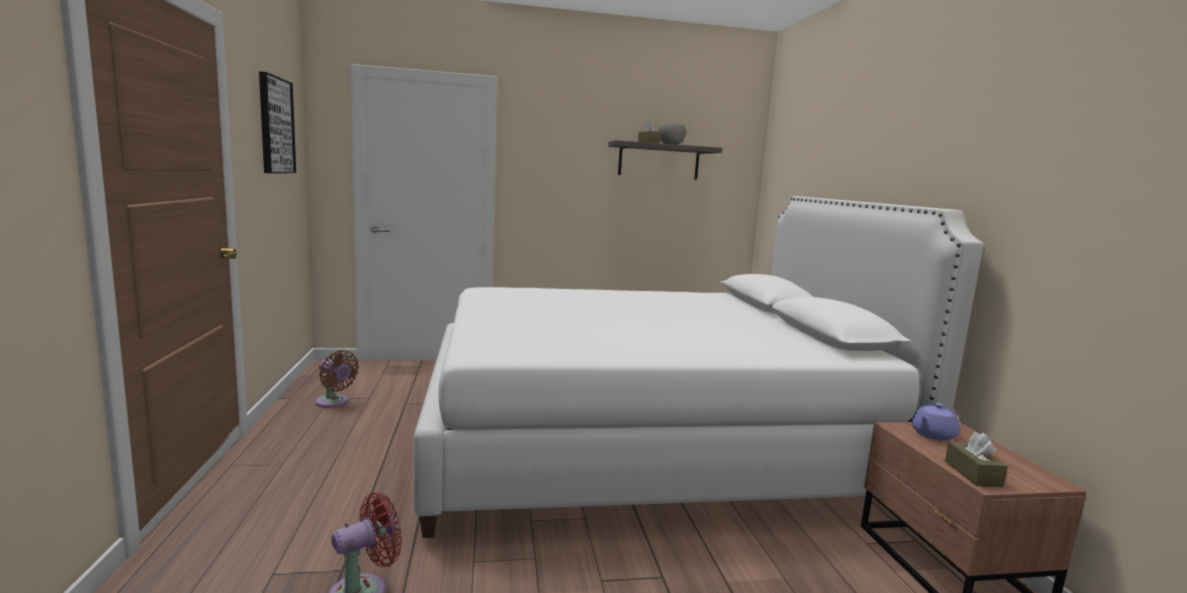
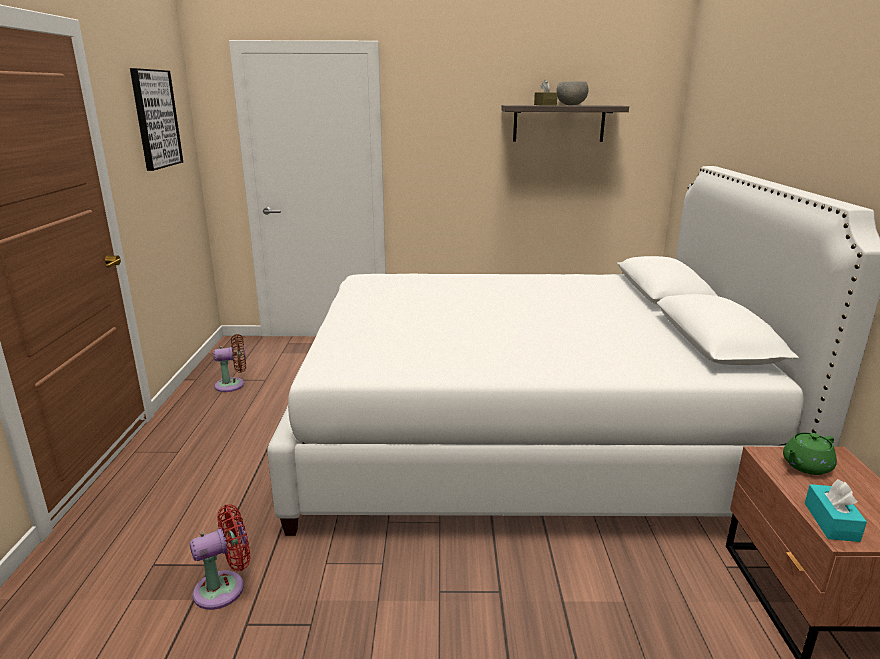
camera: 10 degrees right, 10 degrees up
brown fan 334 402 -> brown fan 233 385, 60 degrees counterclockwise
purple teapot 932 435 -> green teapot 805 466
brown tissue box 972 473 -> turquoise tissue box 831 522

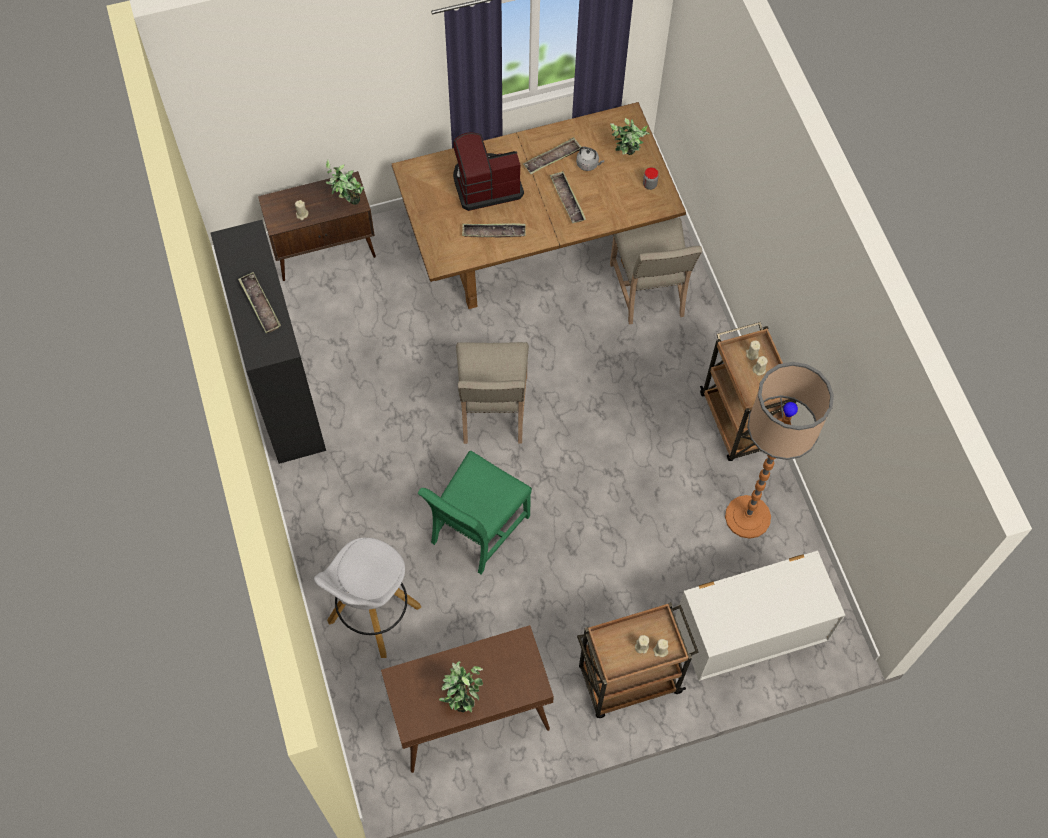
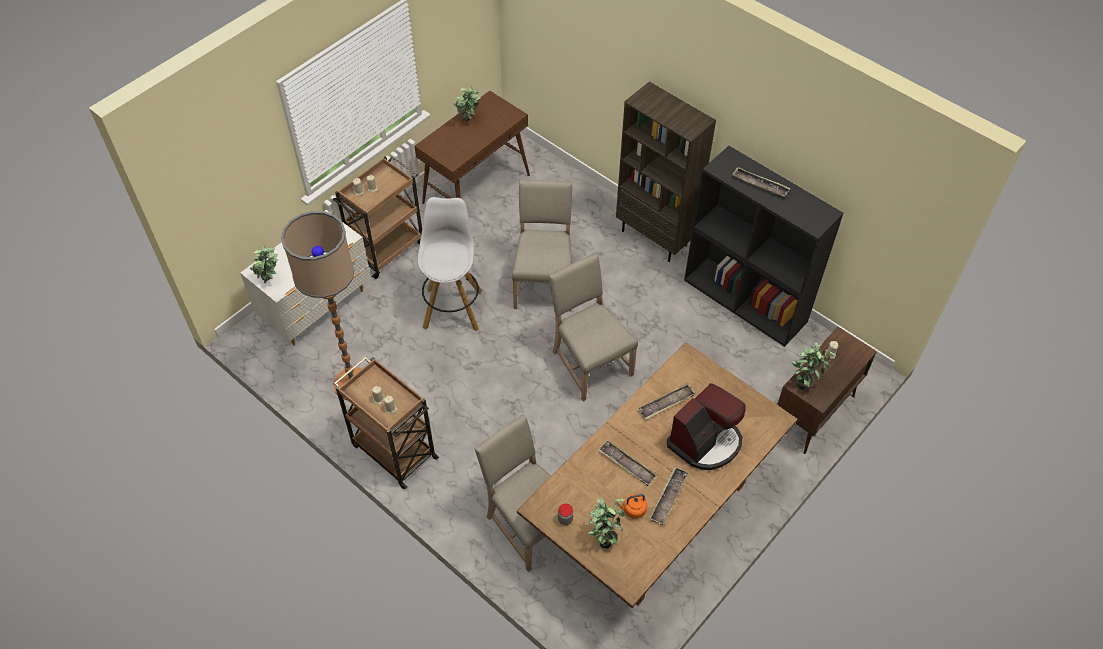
camera: 150 degrees right, 10 degrees down
grey kettle 588 164 -> orange kettle 633 510
green chair 476 530 -> beige chair 544 283
white stool 373 615 -> white stool 452 308, move
none -> brown bookcase 655 238
none -> potted plant 271 281

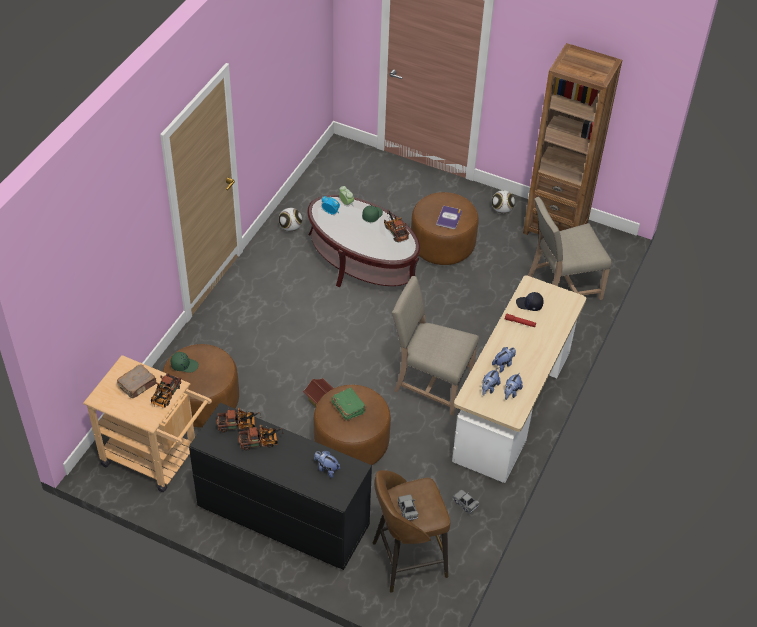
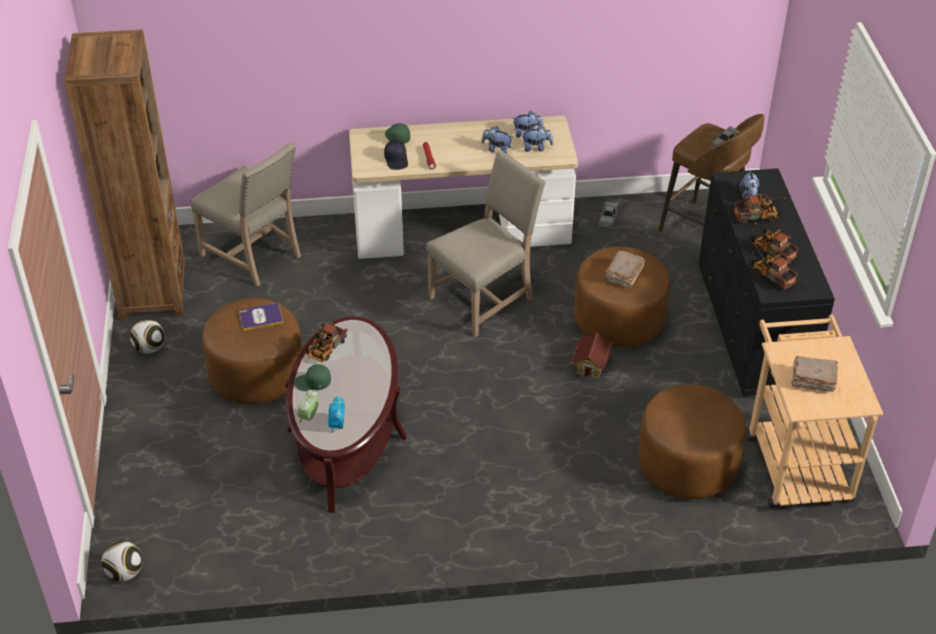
camera: 120 degrees left, 5 degrees down
football 290 227 -> football 125 573, move
beige chair 430 382 -> beige chair 485 298, 120 degrees counterclockwise
green cap 184 365 -> green cap 397 138, move
toy truck 165 396 -> toy truck 759 216, move
green book 348 407 -> brown book 623 275

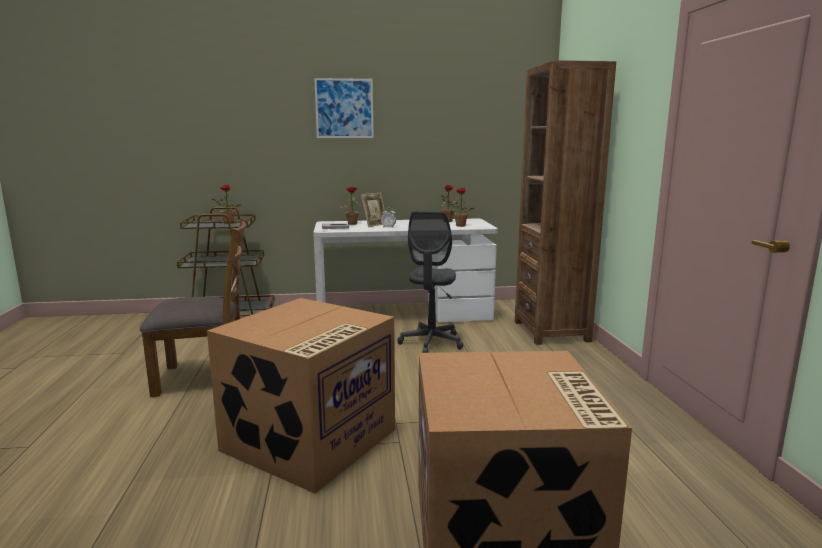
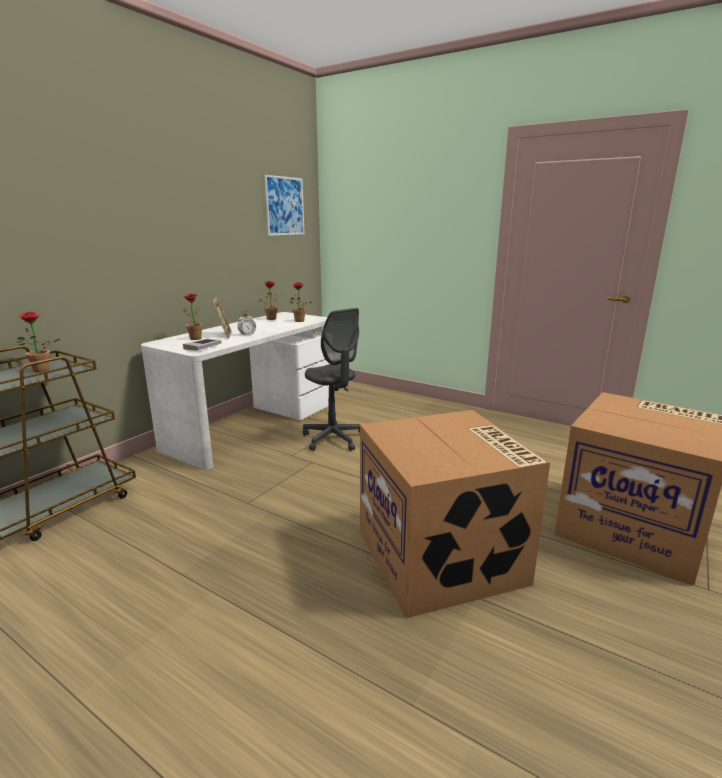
camera: 50 degrees left, 5 degrees up
brown bookcase 551 331 -> none
picture 344 108 -> picture 285 206, move
brown chair 205 377 -> none

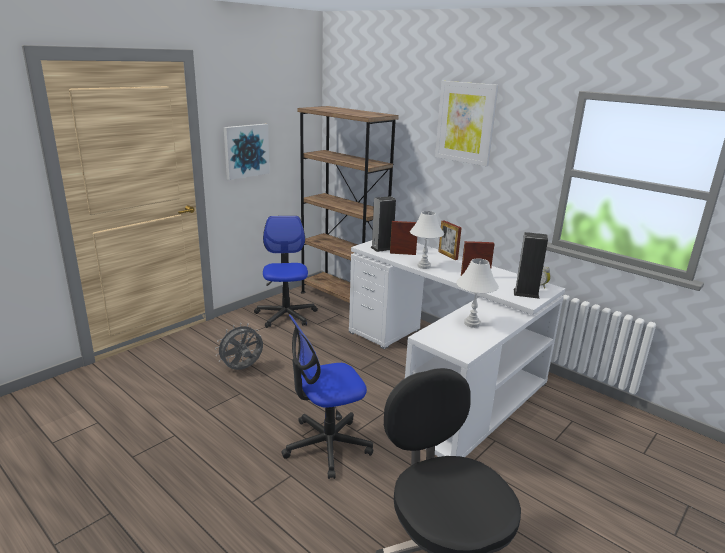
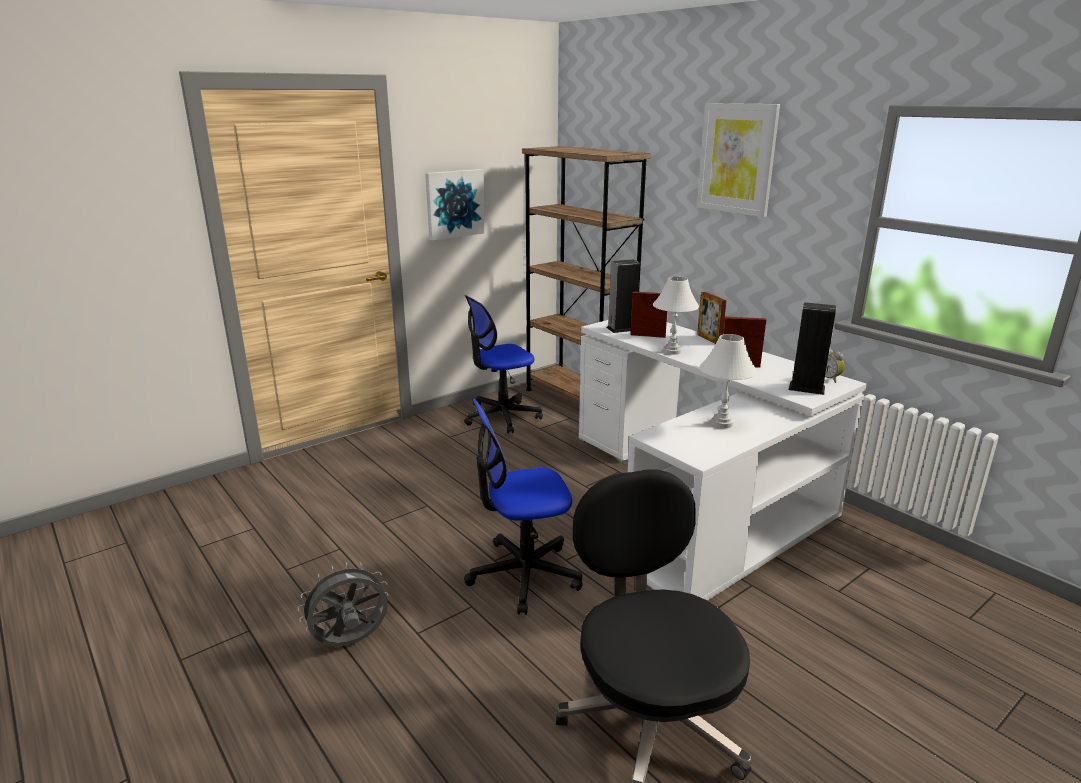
camera: 10 degrees right, 0 degrees up
office chair 286 315 -> office chair 502 416, 120 degrees counterclockwise
grey fan 242 369 -> grey fan 350 643, move

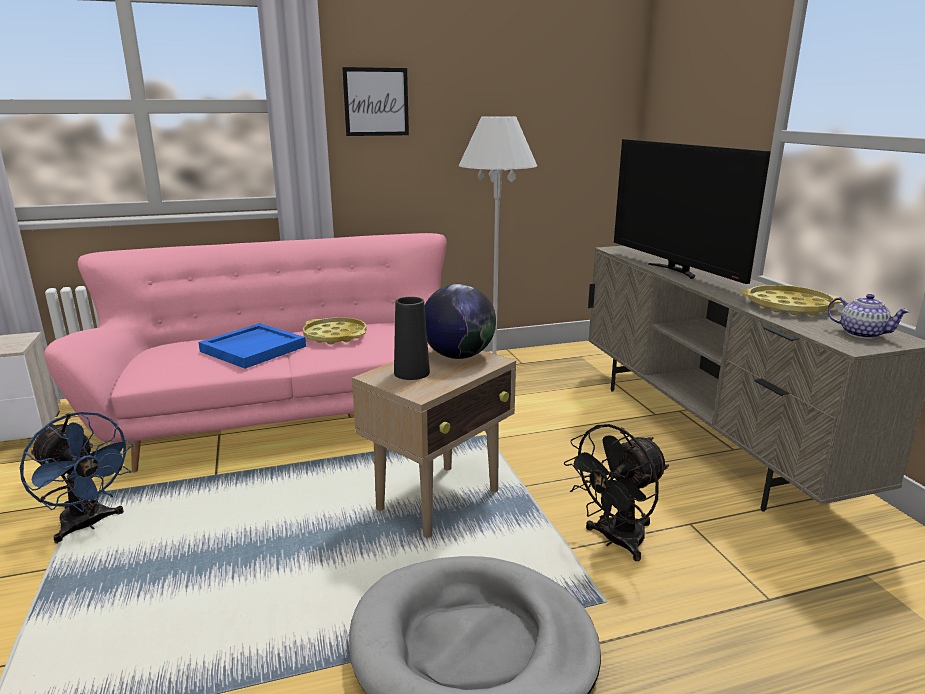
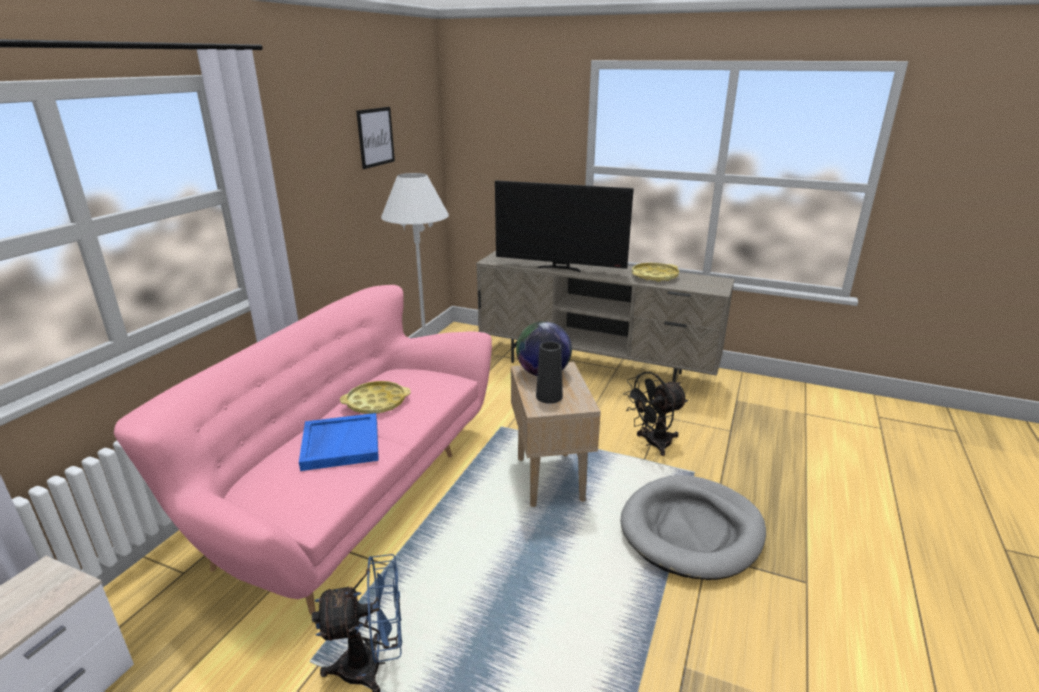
camera: 50 degrees left, 5 degrees up
picture 376 102 -> picture 375 137, move
teapot 861 333 -> none
black fan 615 541 -> black fan 652 444, 60 degrees clockwise

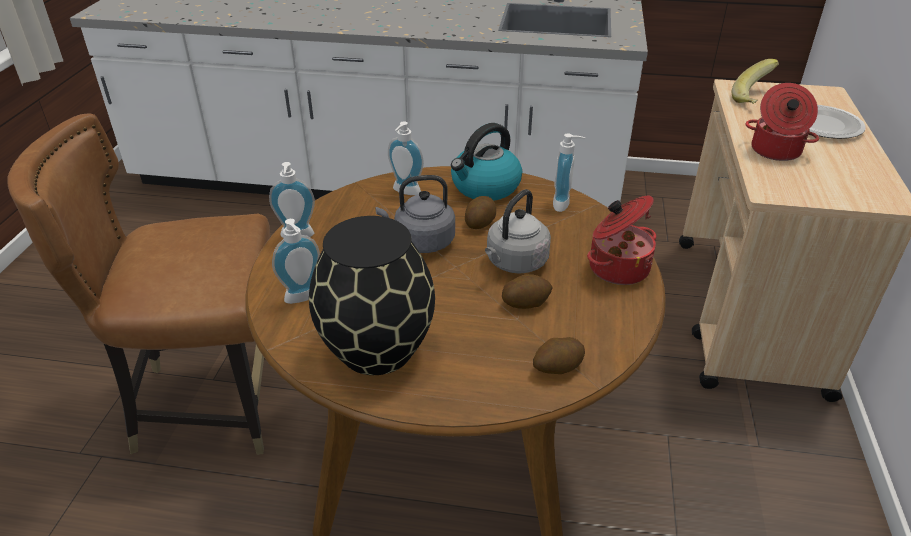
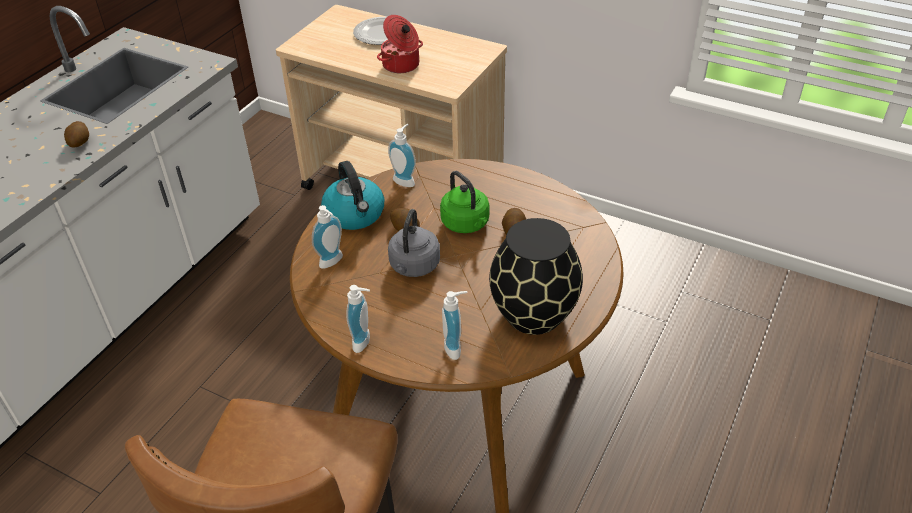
camera: 70 degrees left, 5 degrees up
banana 754 99 -> none
grey kettle 515 263 -> green kettle 466 224
cooking pot 617 267 -> none
potato 557 368 -> potato 80 143, move

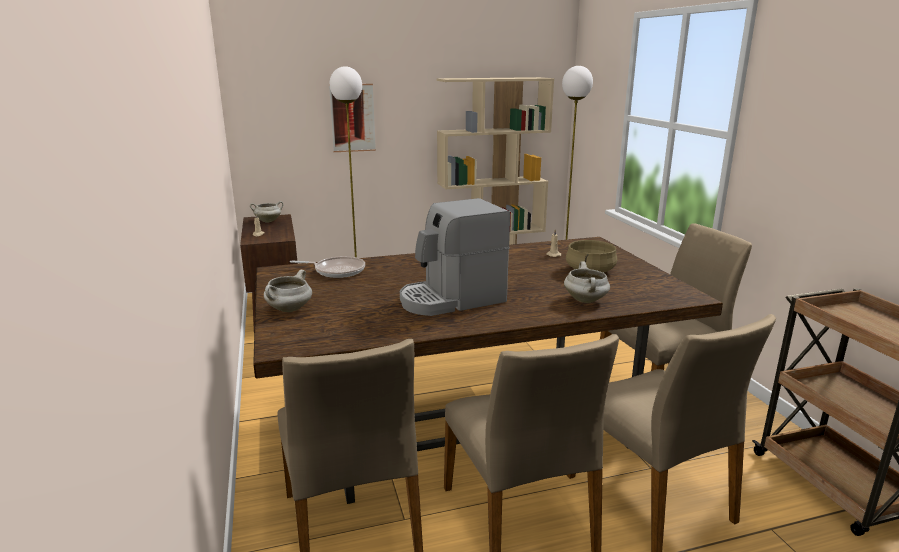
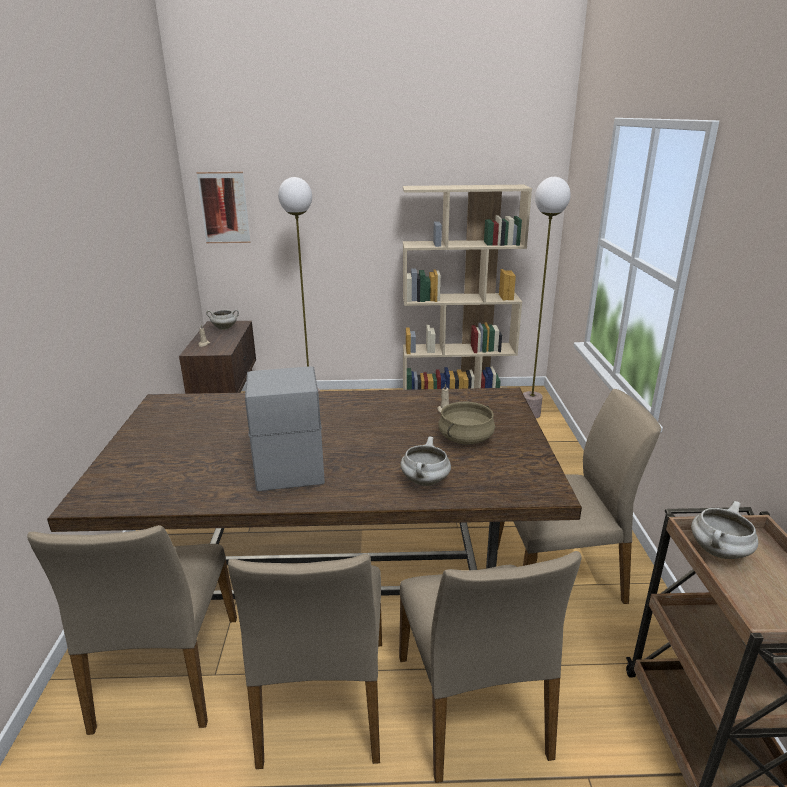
camera: 15 degrees right, 5 degrees up
picture 352 118 -> picture 224 208, move
coffee machine 451 299 -> coffee machine 289 461, 90 degrees clockwise
frying pan 337 271 -> none
white cooking pot 289 310 -> white cooking pot 719 552, move

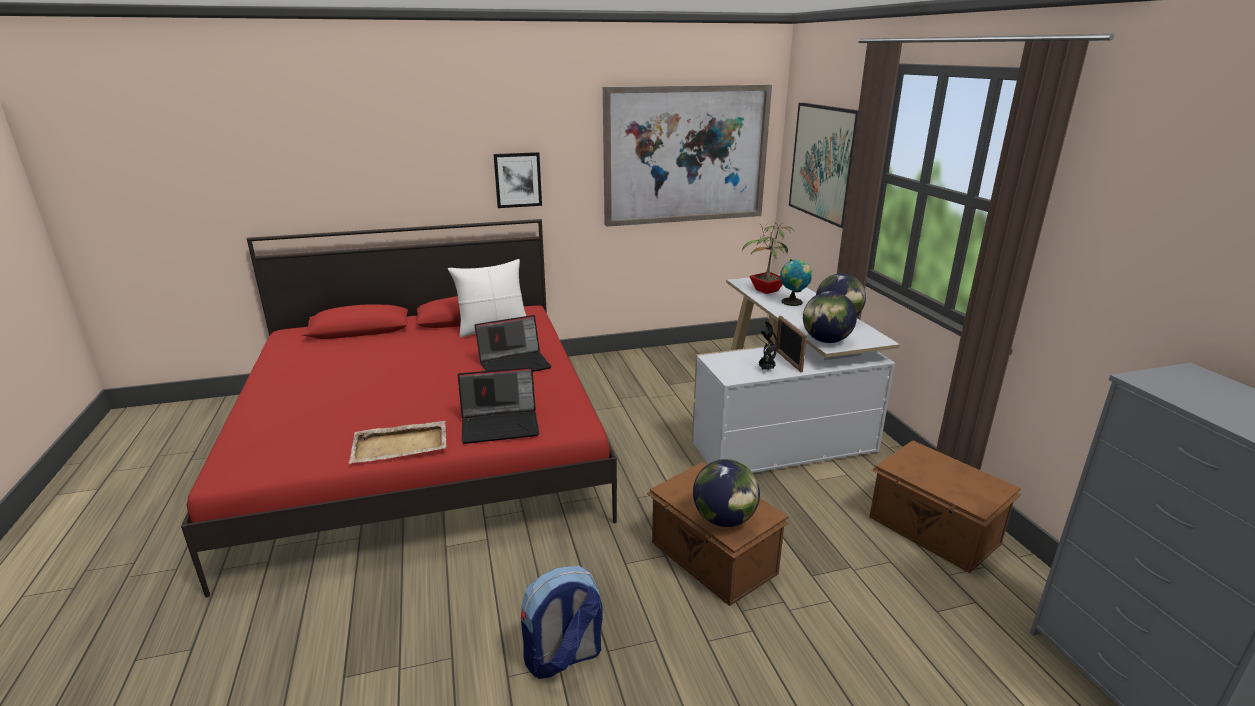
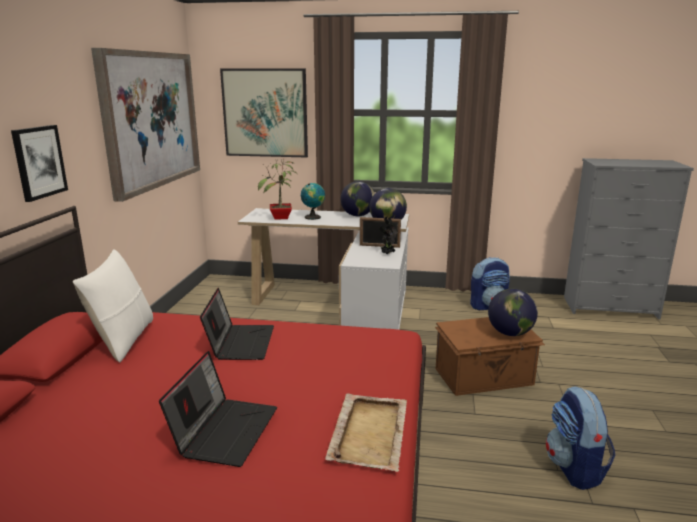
camera: 65 degrees left, 5 degrees down
laptop 501 425 -> laptop 224 430, move
brown storage box 933 531 -> backpack 488 306

